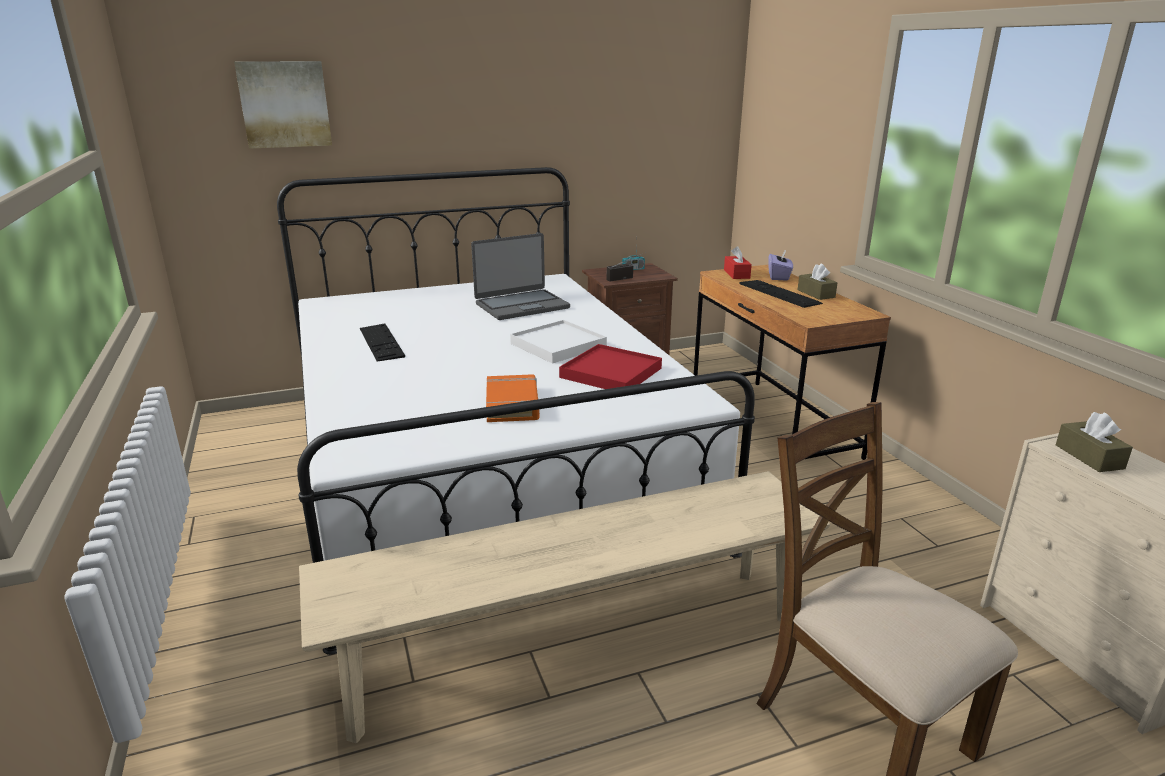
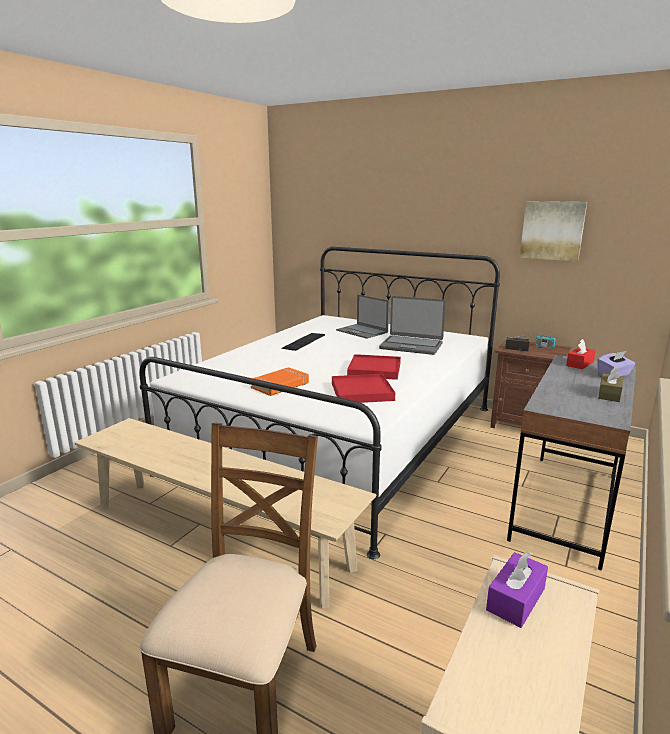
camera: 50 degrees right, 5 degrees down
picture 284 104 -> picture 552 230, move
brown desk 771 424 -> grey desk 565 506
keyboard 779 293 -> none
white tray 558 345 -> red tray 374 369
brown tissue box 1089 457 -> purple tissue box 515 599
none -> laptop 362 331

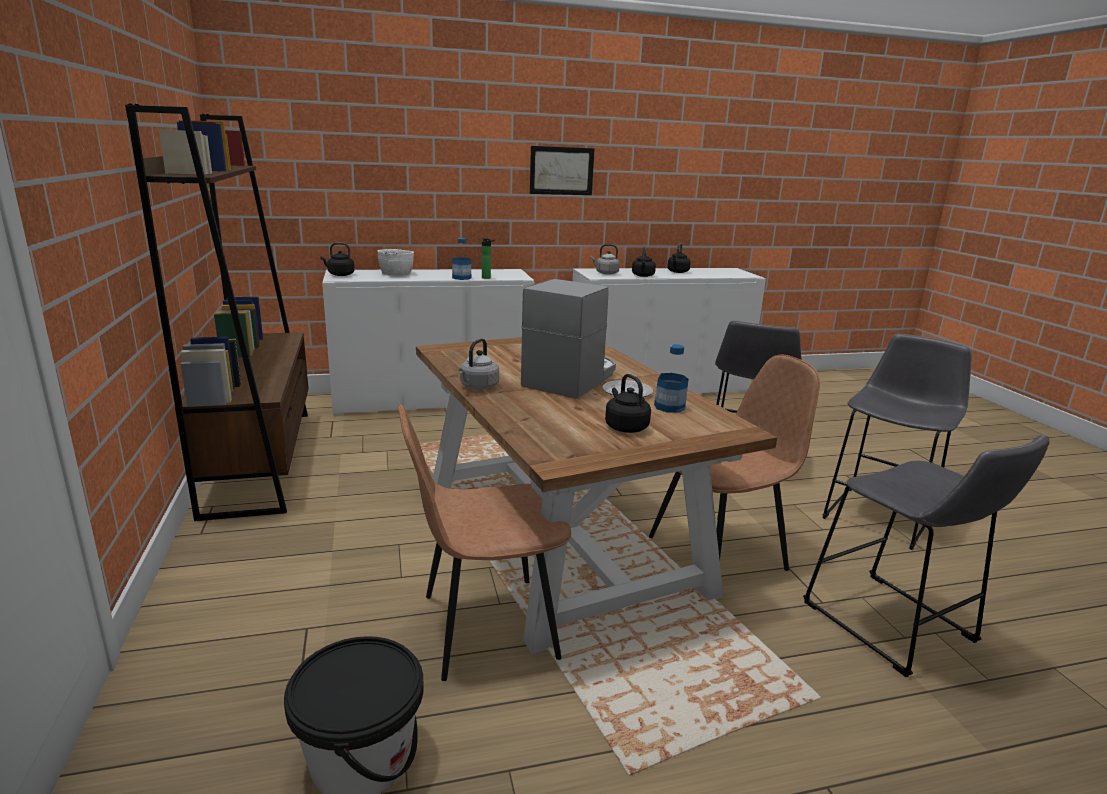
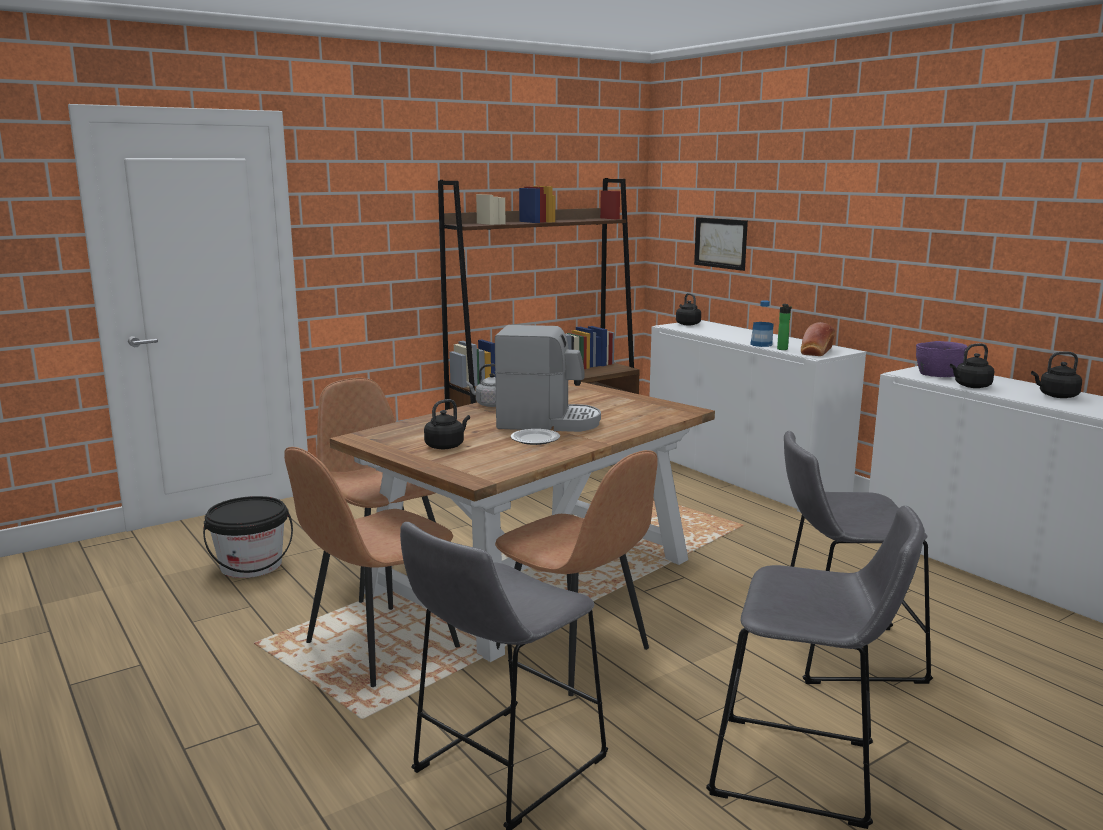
camera: 70 degrees right, 5 degrees down
picture 561 171 -> picture 720 243, move
grey kettle 605 273 -> purple bowl 938 374
white bowl 396 273 -> none
bottle 669 407 -> none
none -> bread 816 352
none -> brown chair 378 647

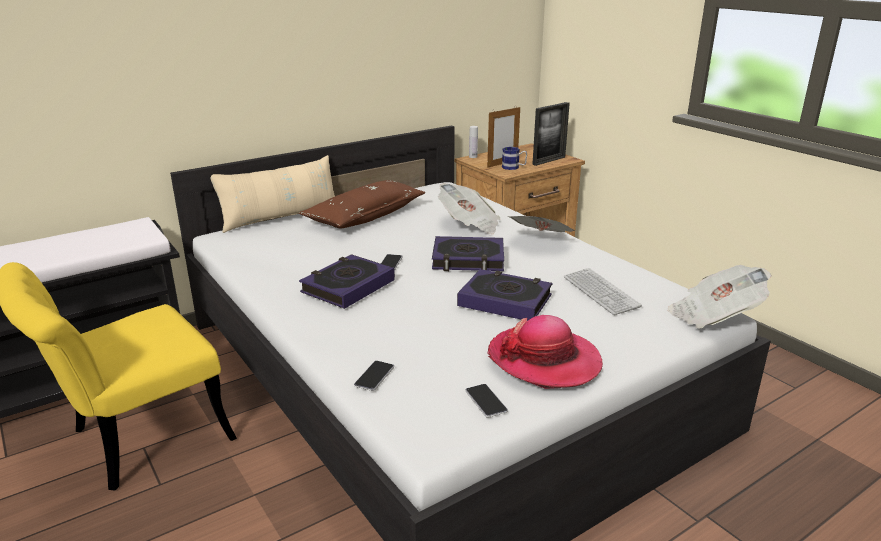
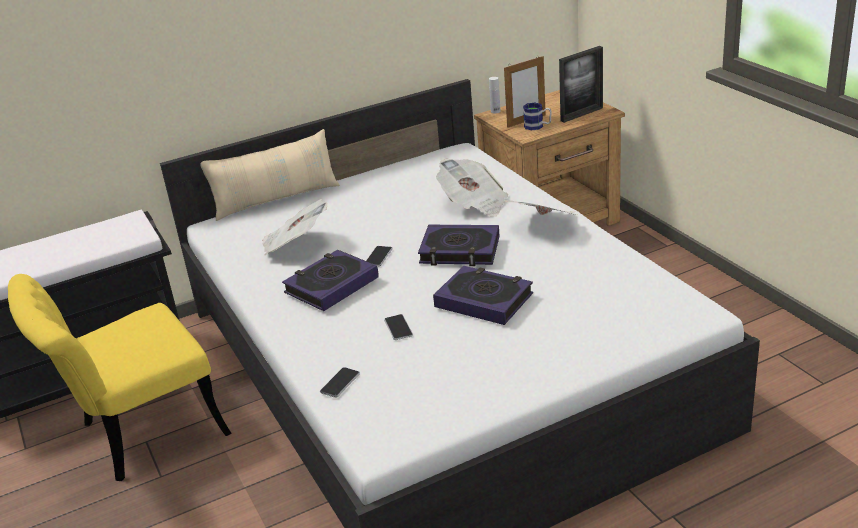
camera: 10 degrees right, 5 degrees up
brown pillow 365 216 -> none
newspaper 714 316 -> newspaper 295 244, move
keyboard 600 292 -> none
hat 544 360 -> none
phone 486 401 -> phone 398 328, move

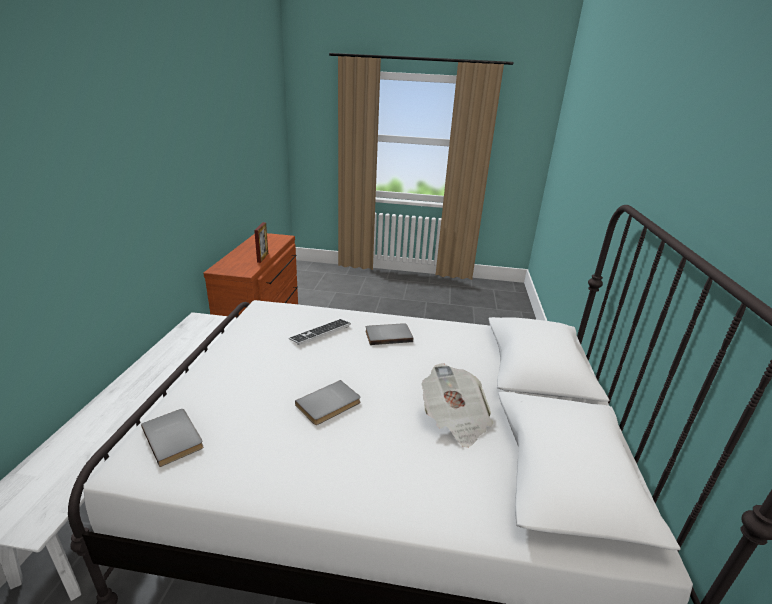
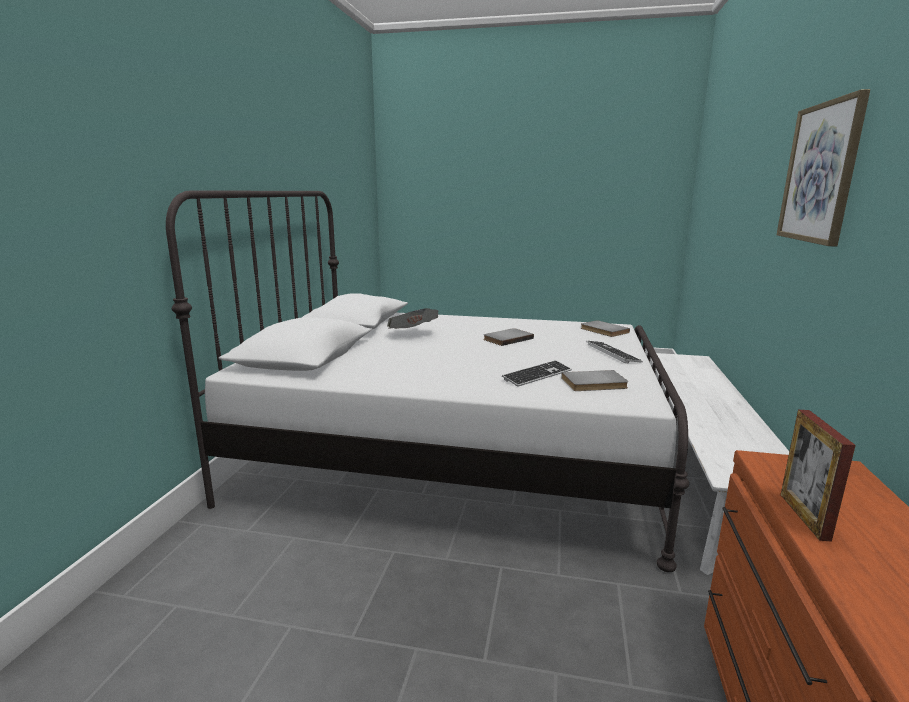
camera: 175 degrees left, 10 degrees down
grey book 388 335 -> grey book 595 384, move
none -> picture 820 173
none -> keyboard 612 353

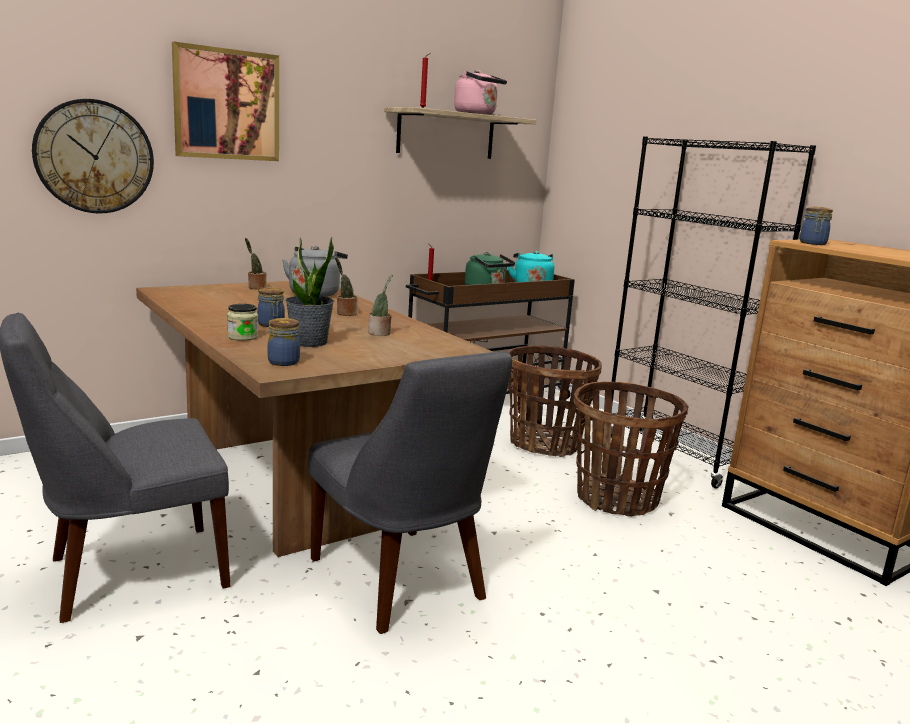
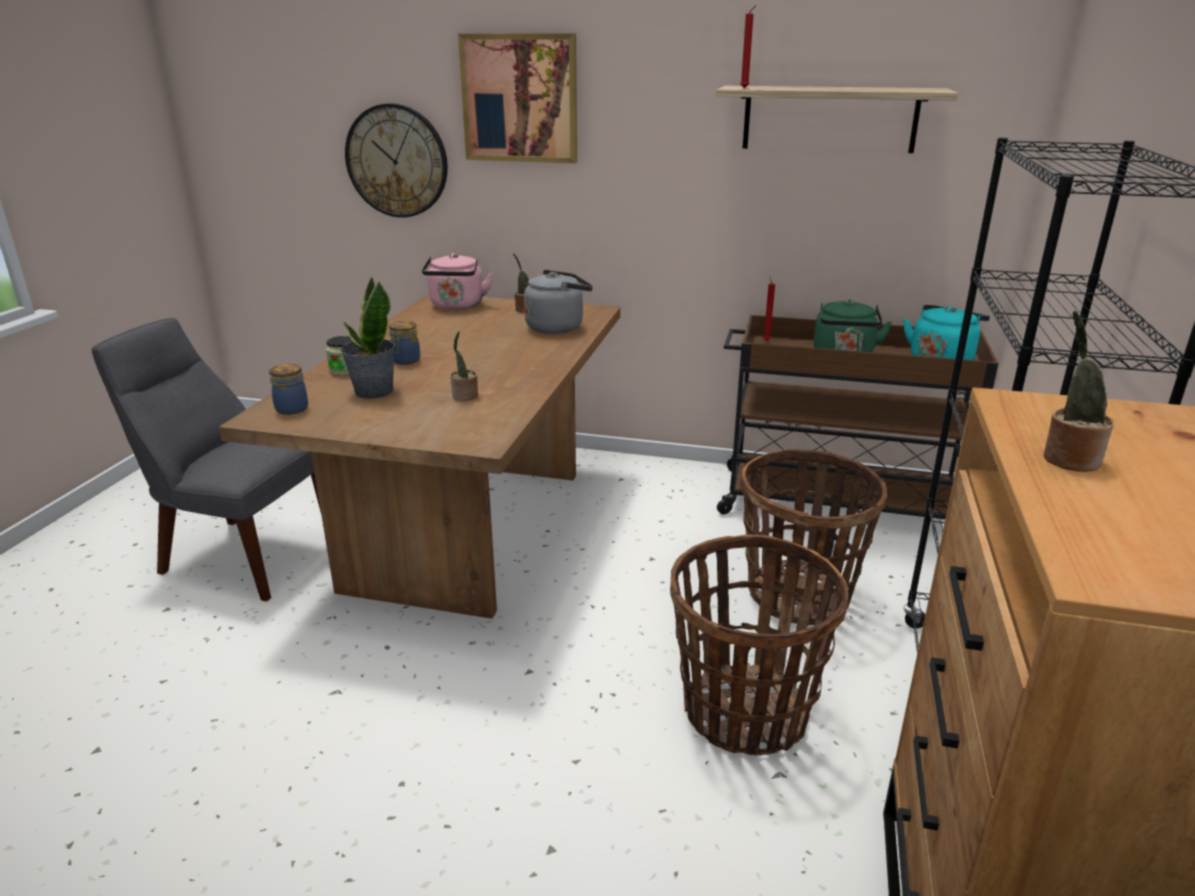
camera: 50 degrees right, 10 degrees up
pink kettle 477 114 -> pink kettle 457 306, move
jar 813 243 -> none
potted plant 345 313 -> potted plant 1067 458, move
grey chair 401 582 -> none

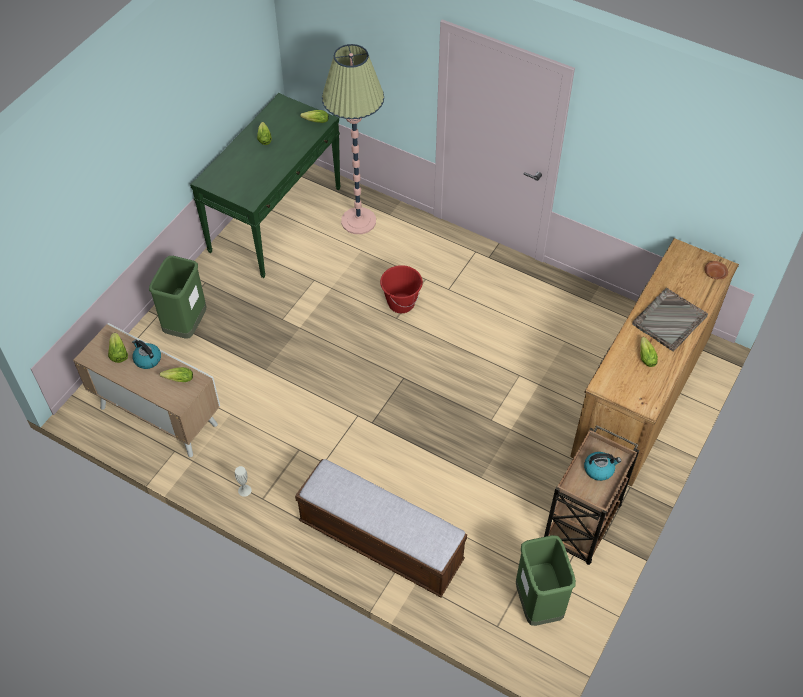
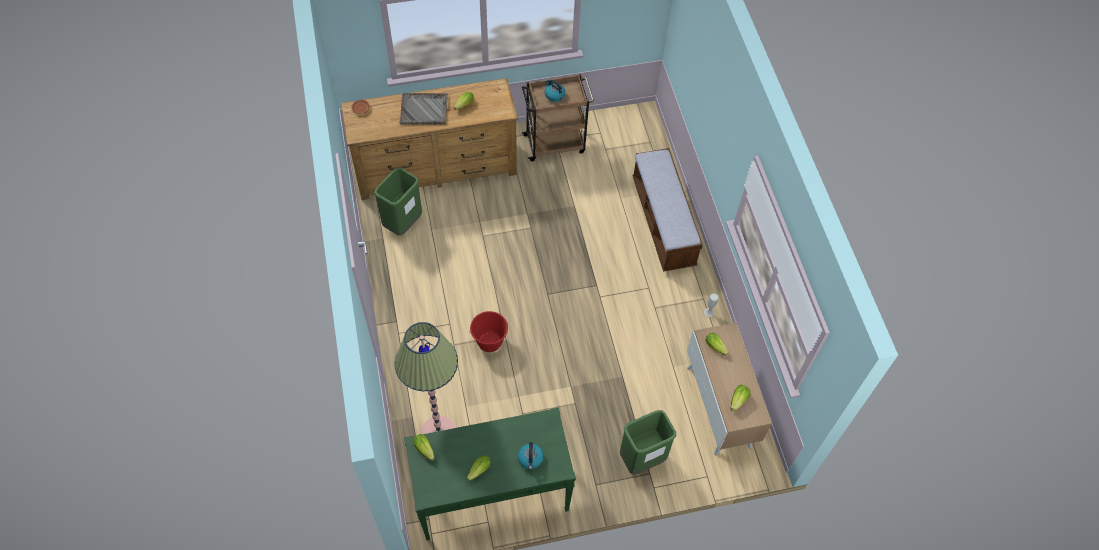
camera: 135 degrees left, 5 degrees up
kettle 147 359 -> kettle 530 459, move
green trash can 538 604 -> green trash can 403 223, move

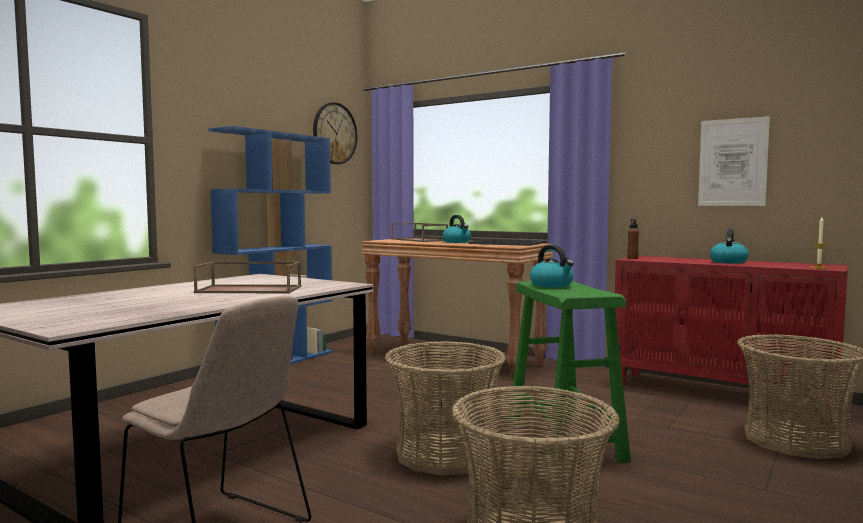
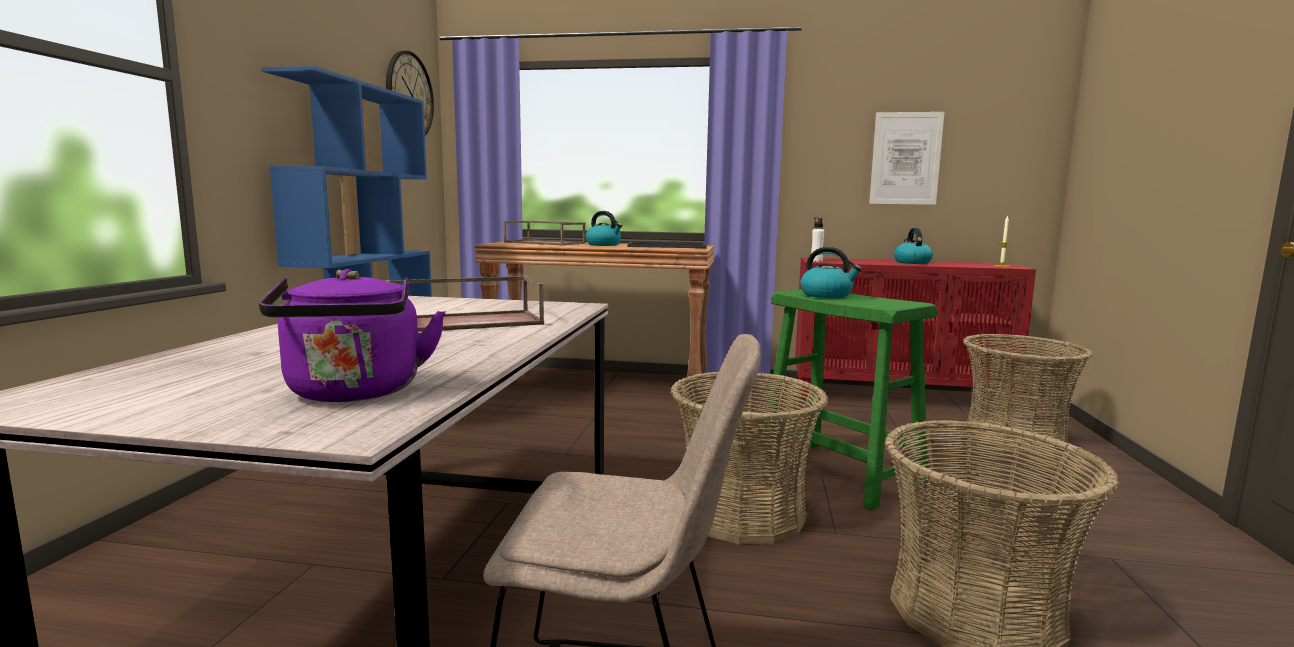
camera: 25 degrees left, 5 degrees up
brown bottle 632 258 -> white bottle 816 261
none -> purple kettle 355 393

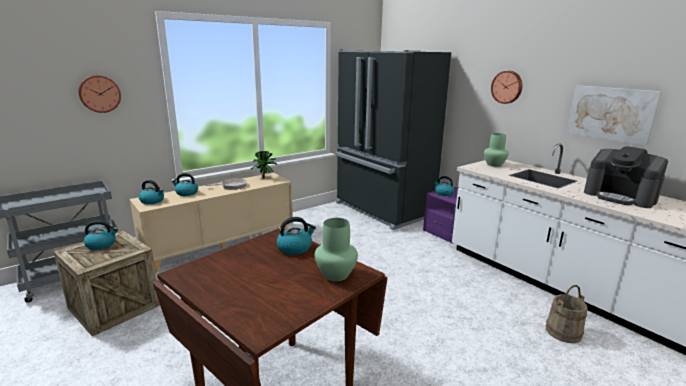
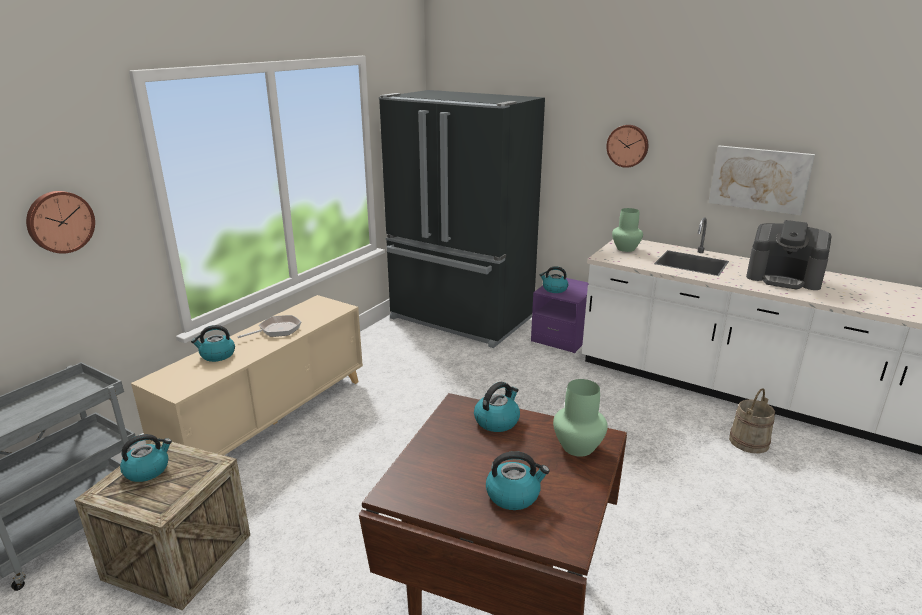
camera: 20 degrees left, 5 degrees up
potted plant 265 178 -> none
kettle 152 201 -> kettle 513 495, move

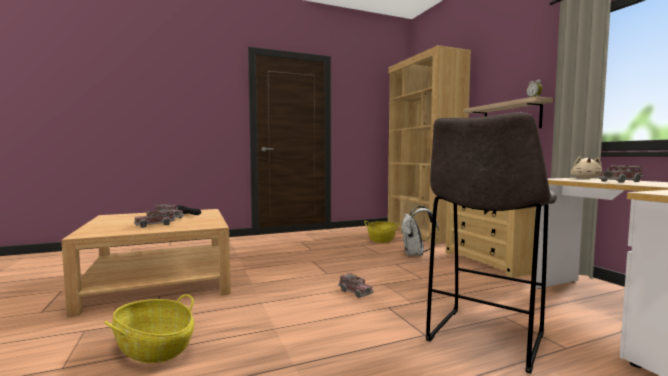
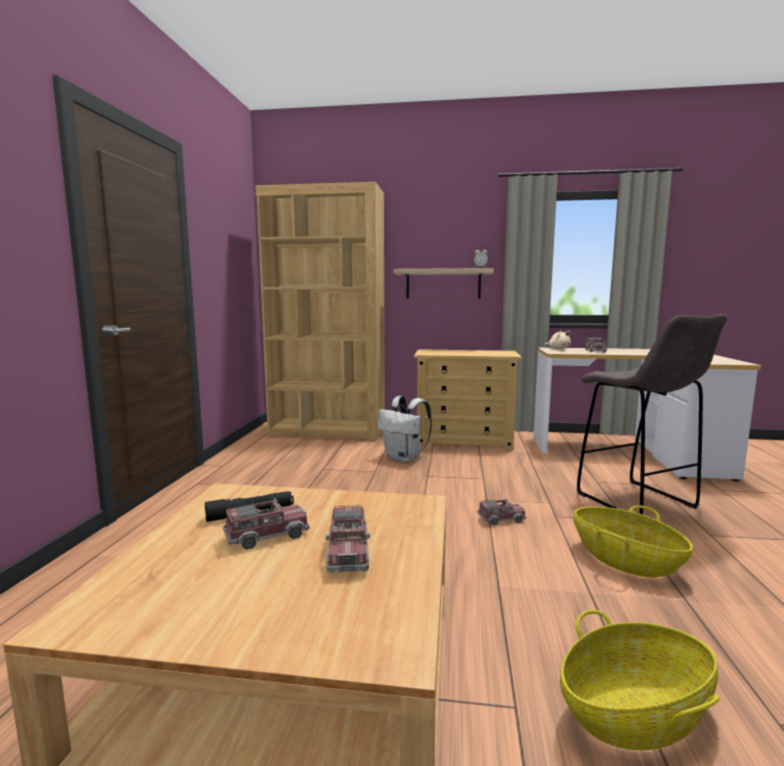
camera: 60 degrees left, 5 degrees up
basket 381 239 -> basket 625 560, move

